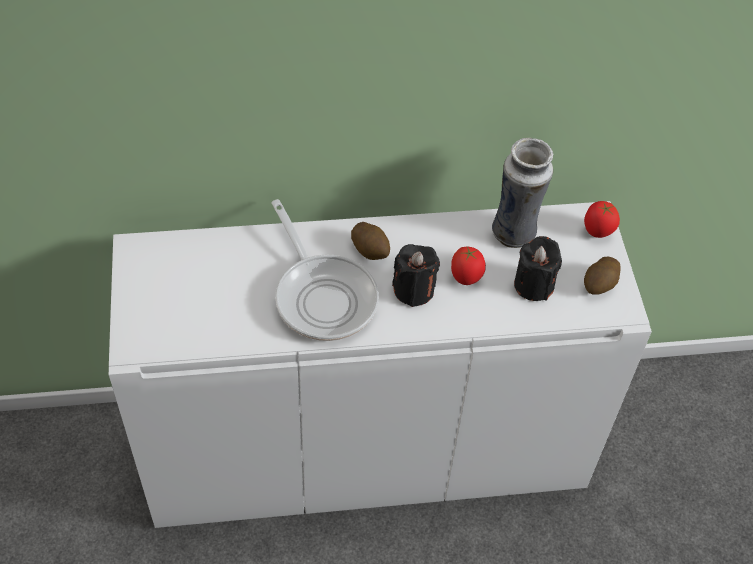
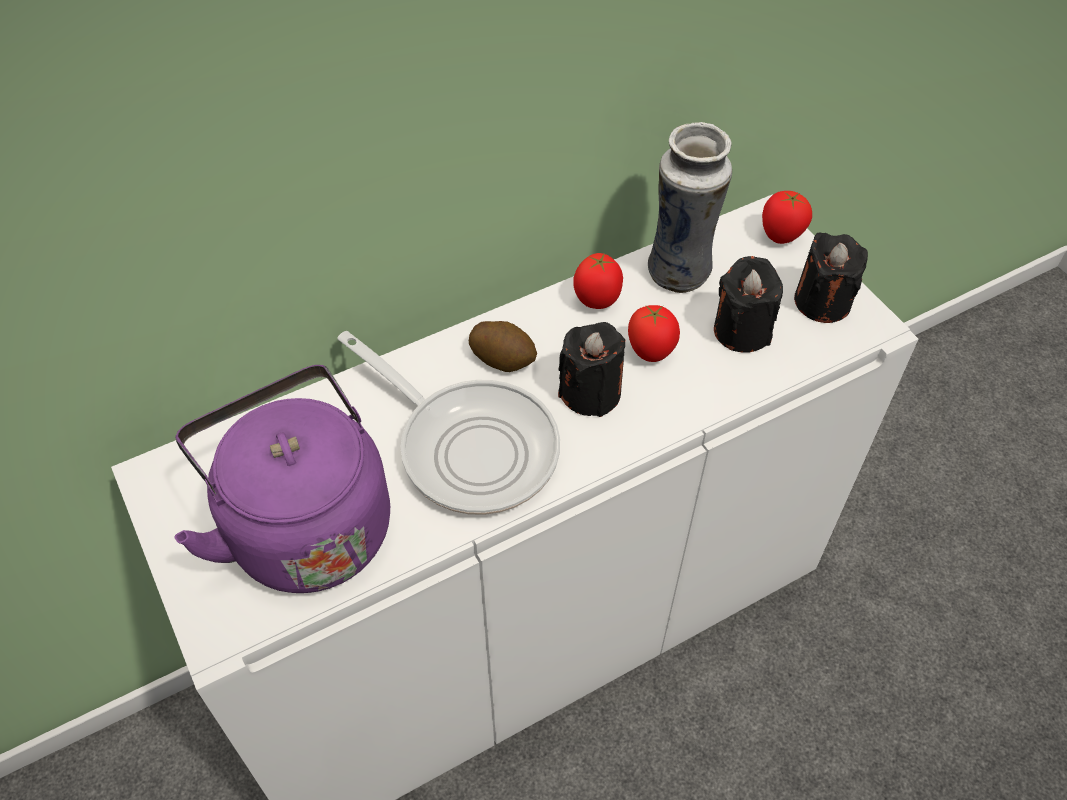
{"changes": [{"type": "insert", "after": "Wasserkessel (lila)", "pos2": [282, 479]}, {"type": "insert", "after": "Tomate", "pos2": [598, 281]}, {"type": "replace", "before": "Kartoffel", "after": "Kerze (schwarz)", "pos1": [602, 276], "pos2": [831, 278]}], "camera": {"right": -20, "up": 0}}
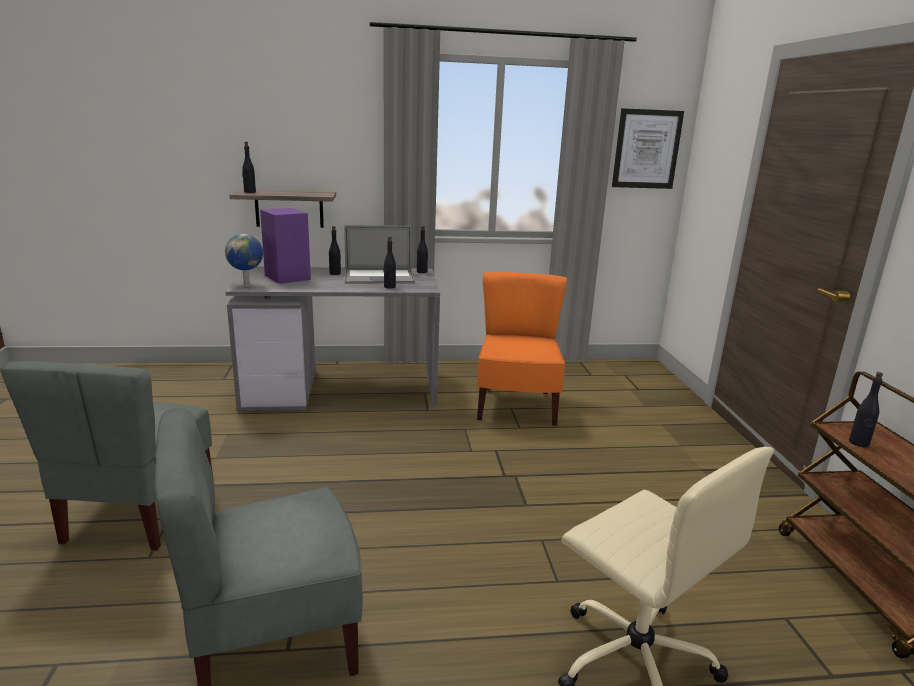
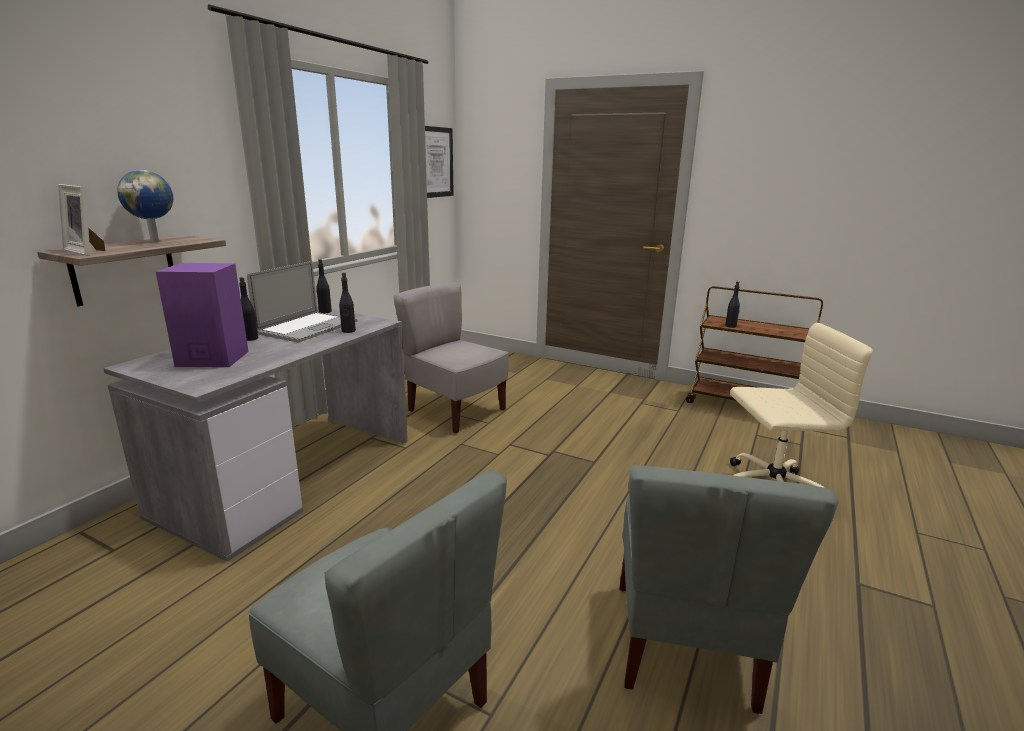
{"changes": [{"type": "move", "before": "Globus", "pos1": [244, 260], "pos2": [145, 206]}, {"type": "replace", "before": "Flasche (schwarz)", "after": "Bilderrahmen", "pos1": [249, 167], "pos2": [81, 219]}, {"type": "recolor", "before": "Stuhl (orange)", "after": "Stuhl (grau)", "pos1": [522, 349], "pos2": [451, 358]}], "camera": {"right": -55, "up": 0}}
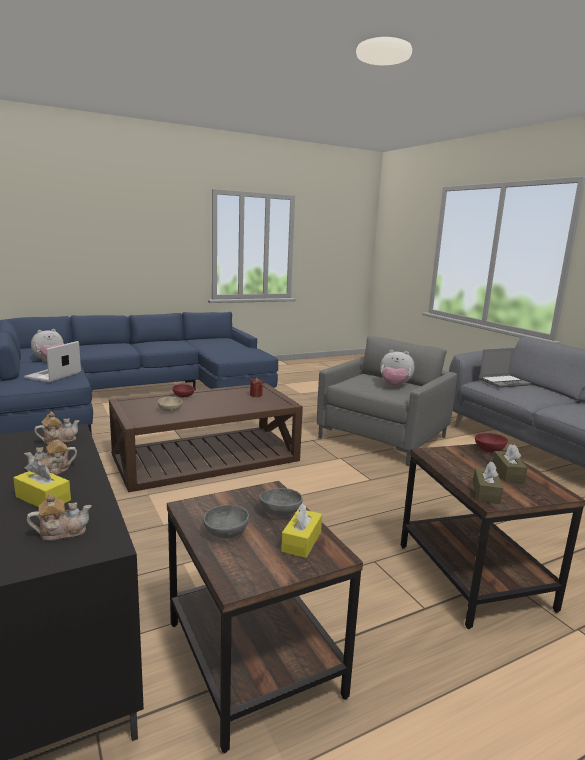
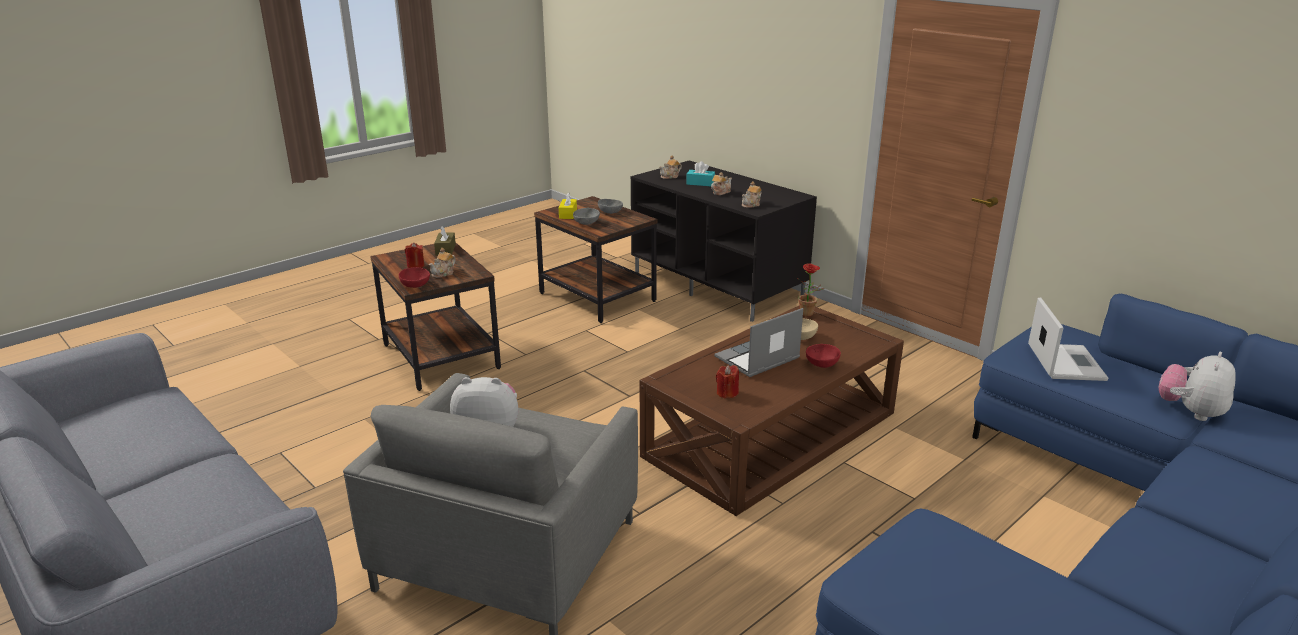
{"changes": [{"type": "insert", "after": "Teekanne", "pos2": [442, 263]}, {"type": "insert", "after": "Topfpflanze", "pos2": [810, 290]}, {"type": "move", "before": "Laptop", "pos1": [505, 368], "pos2": [758, 342]}, {"type": "replace", "before": "Taschentuchbox (braun)", "after": "Kerze (rot)", "pos1": [510, 463], "pos2": [415, 255]}, {"type": "recolor", "before": "Taschentuchbox (gelb)", "after": "Taschentuchbox (türkis)", "pos1": [42, 483], "pos2": [700, 173]}], "camera": {"right": 165, "up": 10}}
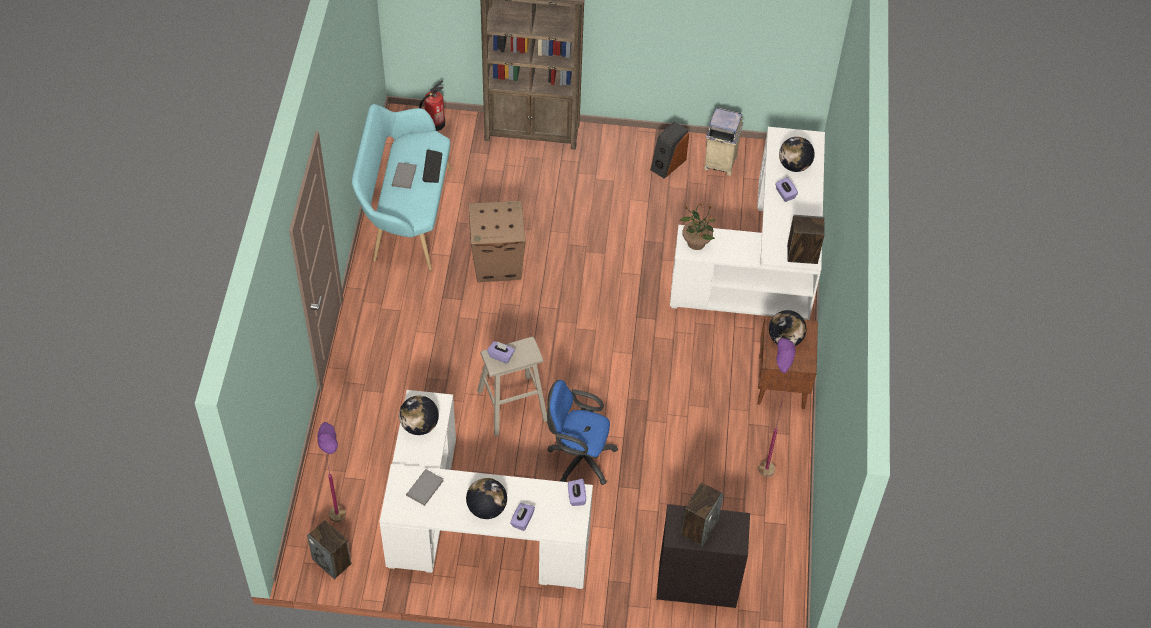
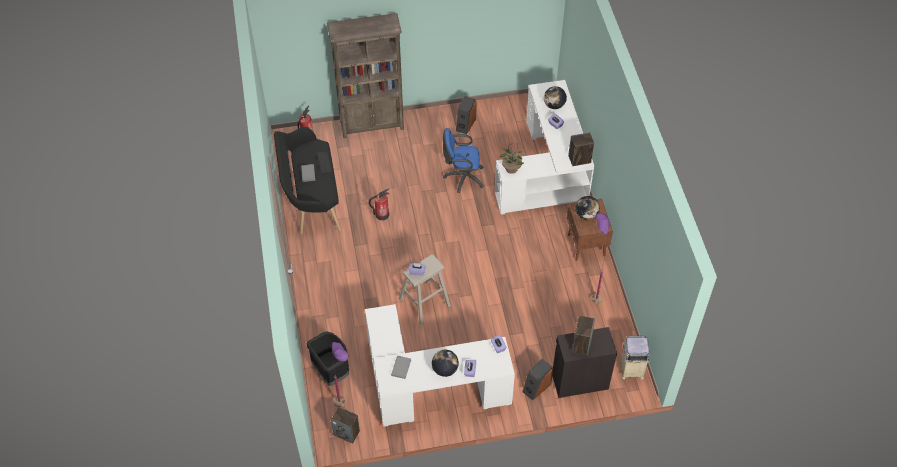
{"changes": [{"type": "delete", "before": "Globus", "pos1": [419, 415]}, {"type": "insert", "after": "Mülleimer (schwarz)", "pos2": [328, 359]}, {"type": "insert", "after": "Lautsprecher", "pos2": [537, 379]}, {"type": "move", "before": "Bürostuhl (blau)", "pos1": [582, 432], "pos2": [463, 160]}, {"type": "move", "before": "Mülleimer (beige)", "pos1": [723, 142], "pos2": [635, 357]}, {"type": "replace", "before": "Karton", "after": "Feuerlöscher", "pos1": [497, 241], "pos2": [379, 204]}, {"type": "recolor", "before": "Bank (türkis)", "after": "Bank (schwarz)", "pos1": [402, 187], "pos2": [307, 180]}], "camera": {"right": -15, "up": 0}}
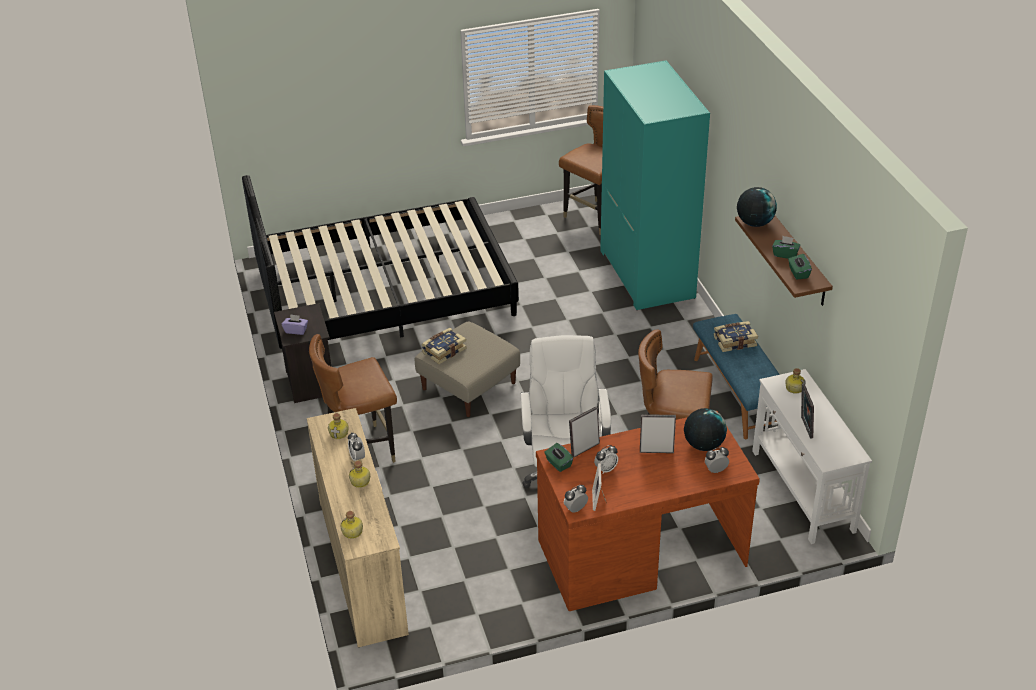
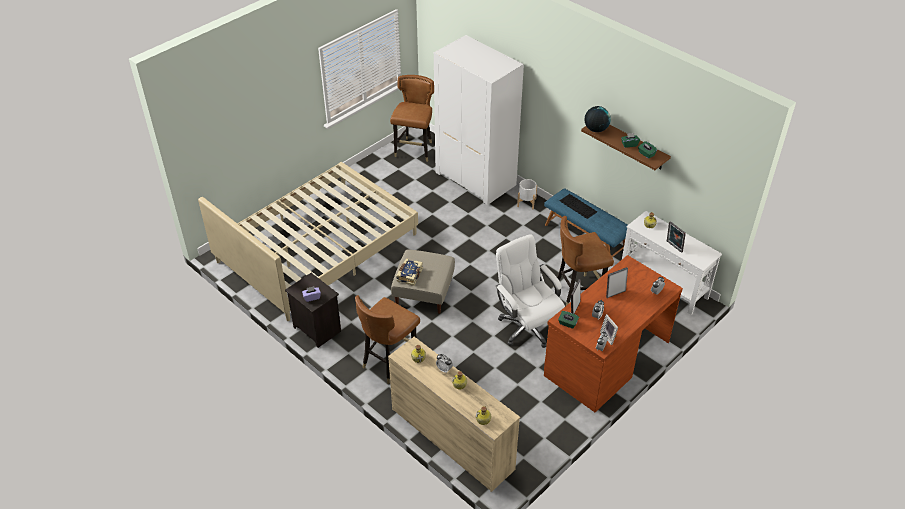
{"changes": [{"type": "delete", "before": "Globus", "pos1": [705, 429]}, {"type": "insert", "after": "Pflanzkübel (weiß)", "pos2": [527, 194]}, {"type": "replace", "before": "Buch", "after": "Tastatur", "pos1": [736, 336], "pos2": [578, 206]}, {"type": "recolor", "before": "Bett (schwarz)", "after": "Bett (beige)", "pos1": [380, 263], "pos2": [308, 241]}, {"type": "recolor", "before": "Kleiderschrank (türkis)", "after": "Kleiderschrank (weiß)", "pos1": [655, 185], "pos2": [479, 120]}], "camera": {"right": -30, "up": 5}}
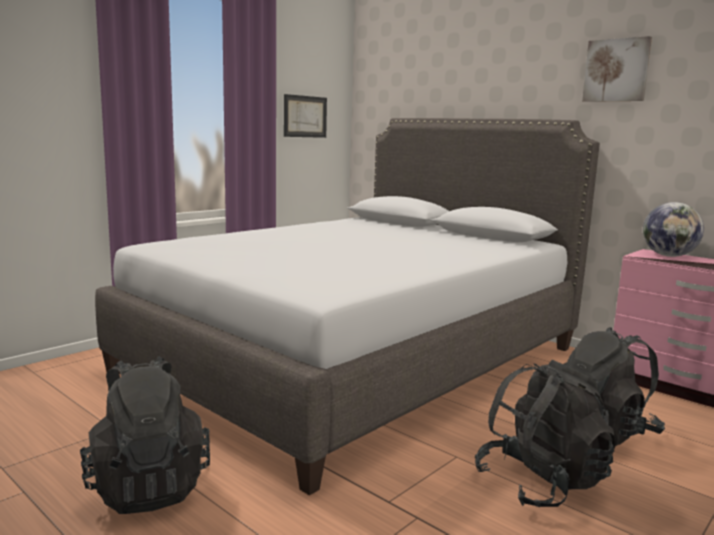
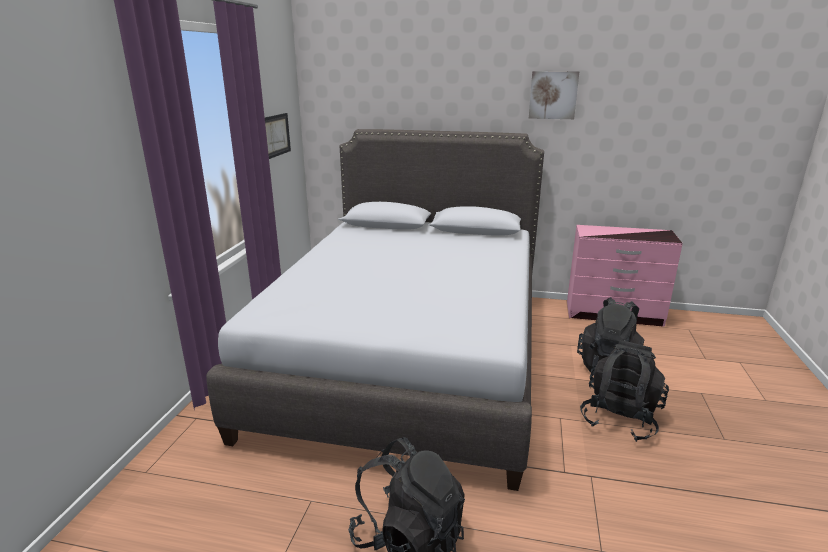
{"changes": [{"type": "delete", "before": "Globus", "pos1": [673, 229]}], "camera": {"right": -30, "up": 10}}
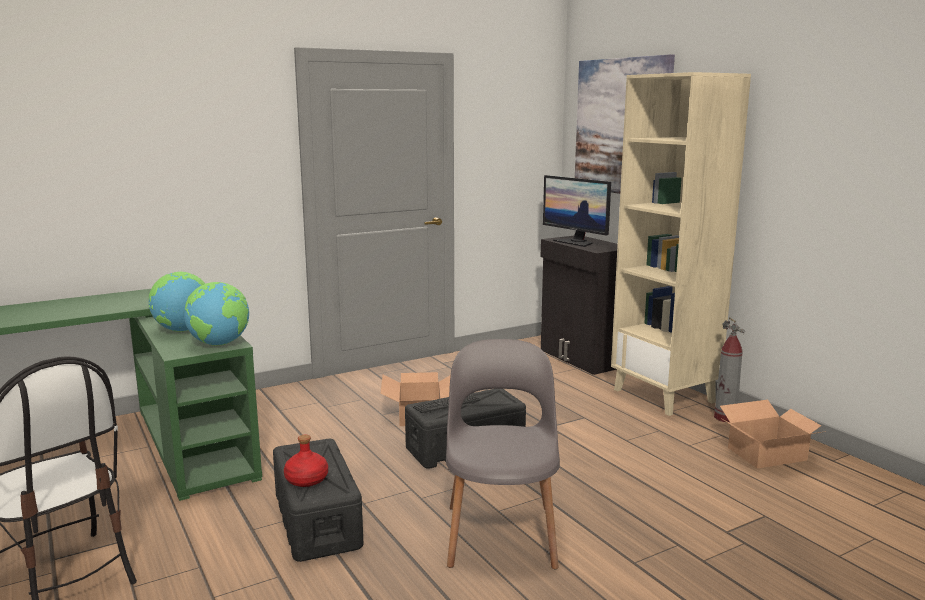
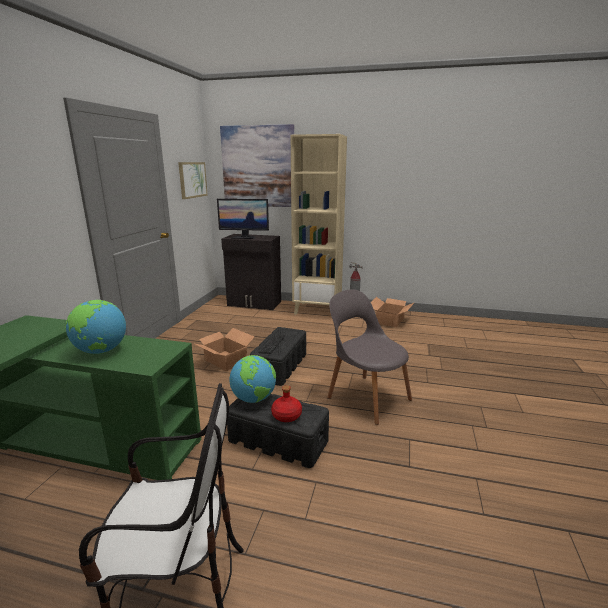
{"changes": [{"type": "insert", "after": "Bild", "pos2": [193, 180]}, {"type": "move", "before": "Globus", "pos1": [216, 313], "pos2": [252, 379]}], "camera": {"right": -45, "up": 5}}
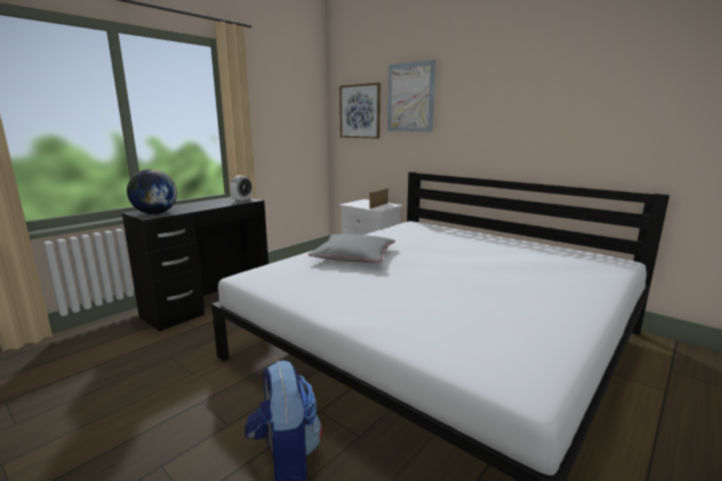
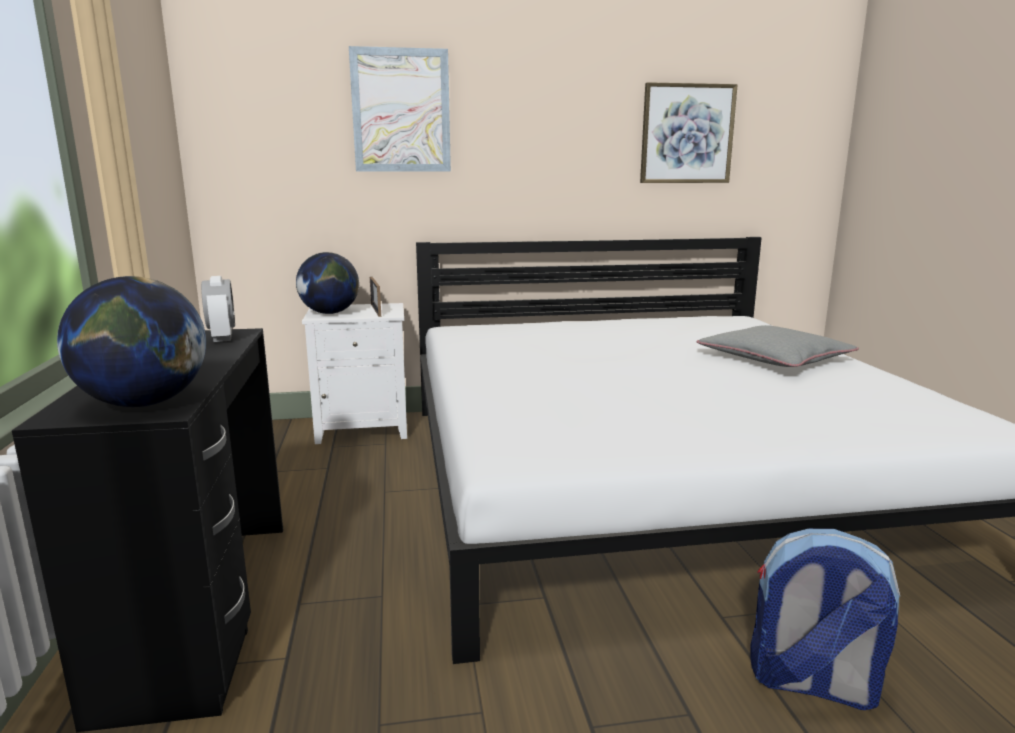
{"changes": [{"type": "insert", "after": "Globus", "pos2": [327, 283]}, {"type": "move", "before": "Kissen (grau)", "pos1": [351, 248], "pos2": [778, 346]}, {"type": "move", "before": "Bild", "pos1": [359, 110], "pos2": [689, 132]}], "camera": {"right": -50, "up": 0}}
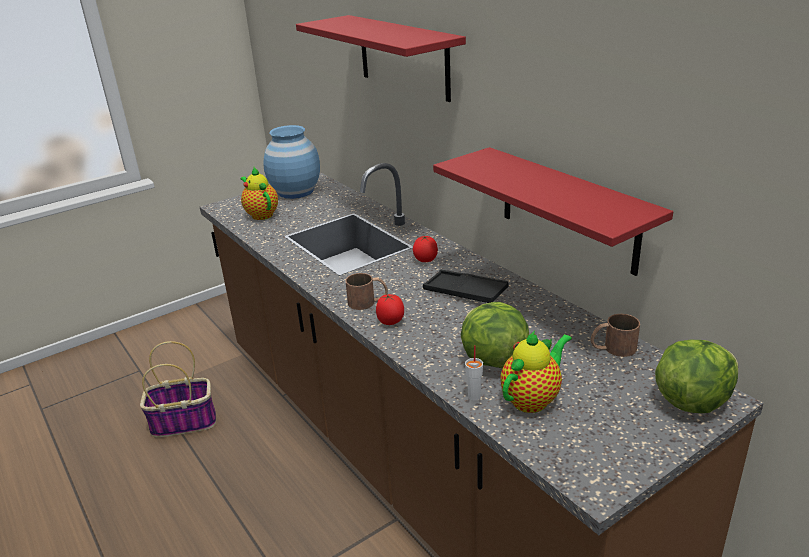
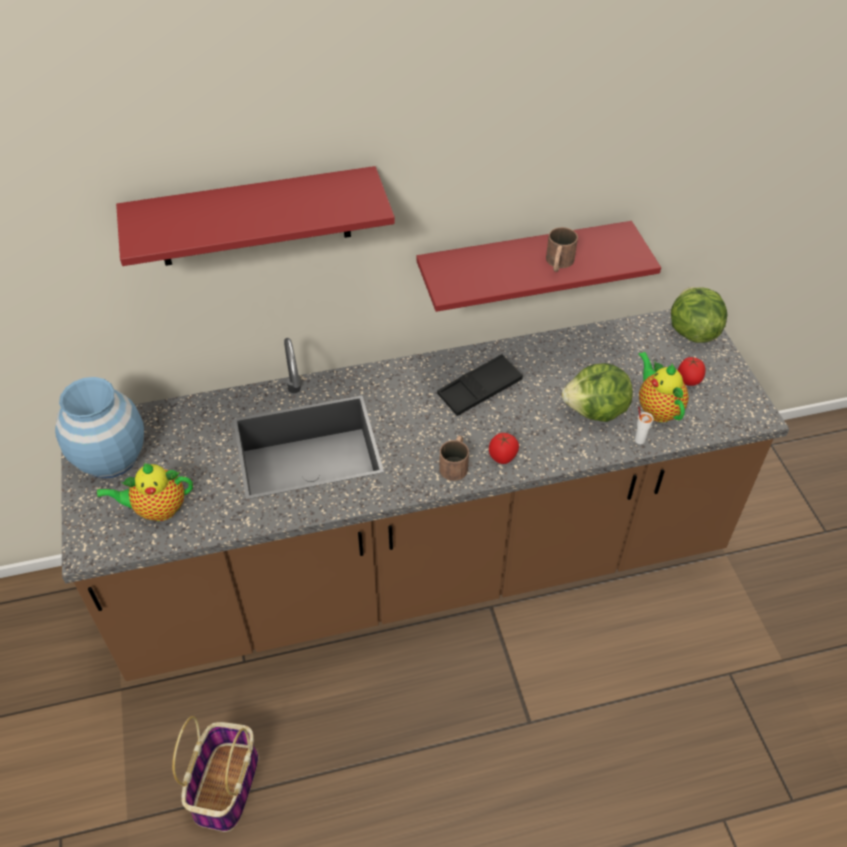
{"changes": [{"type": "move", "before": "Tomate", "pos1": [425, 248], "pos2": [691, 371]}, {"type": "move", "before": "Henkelbecher (braun)", "pos1": [615, 335], "pos2": [562, 249]}], "camera": {"right": -70, "up": 20}}
